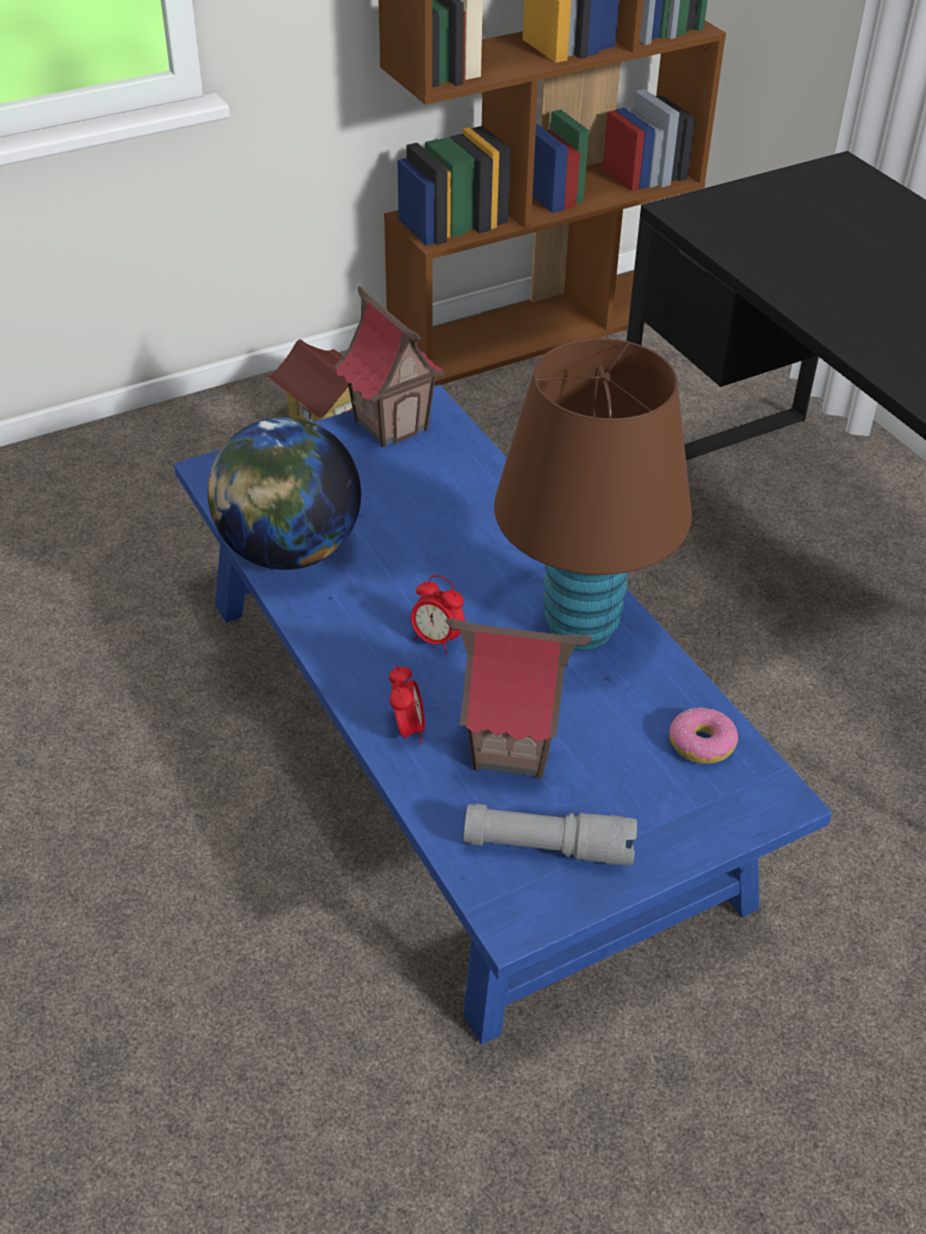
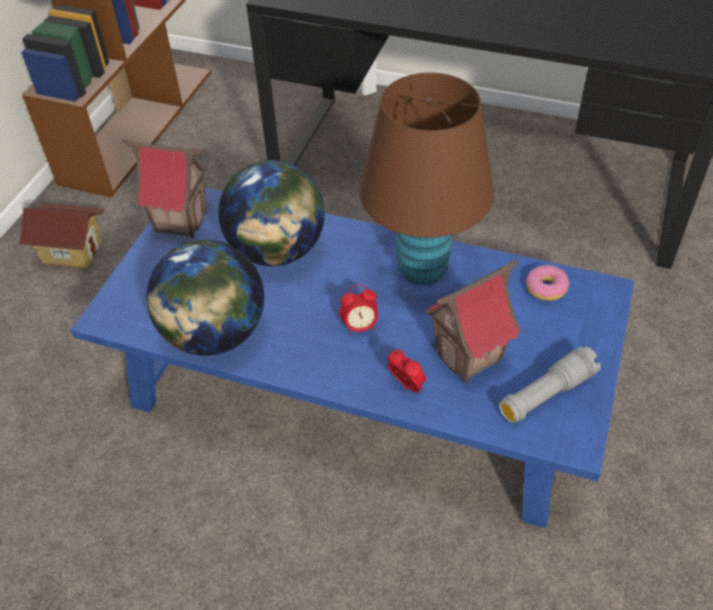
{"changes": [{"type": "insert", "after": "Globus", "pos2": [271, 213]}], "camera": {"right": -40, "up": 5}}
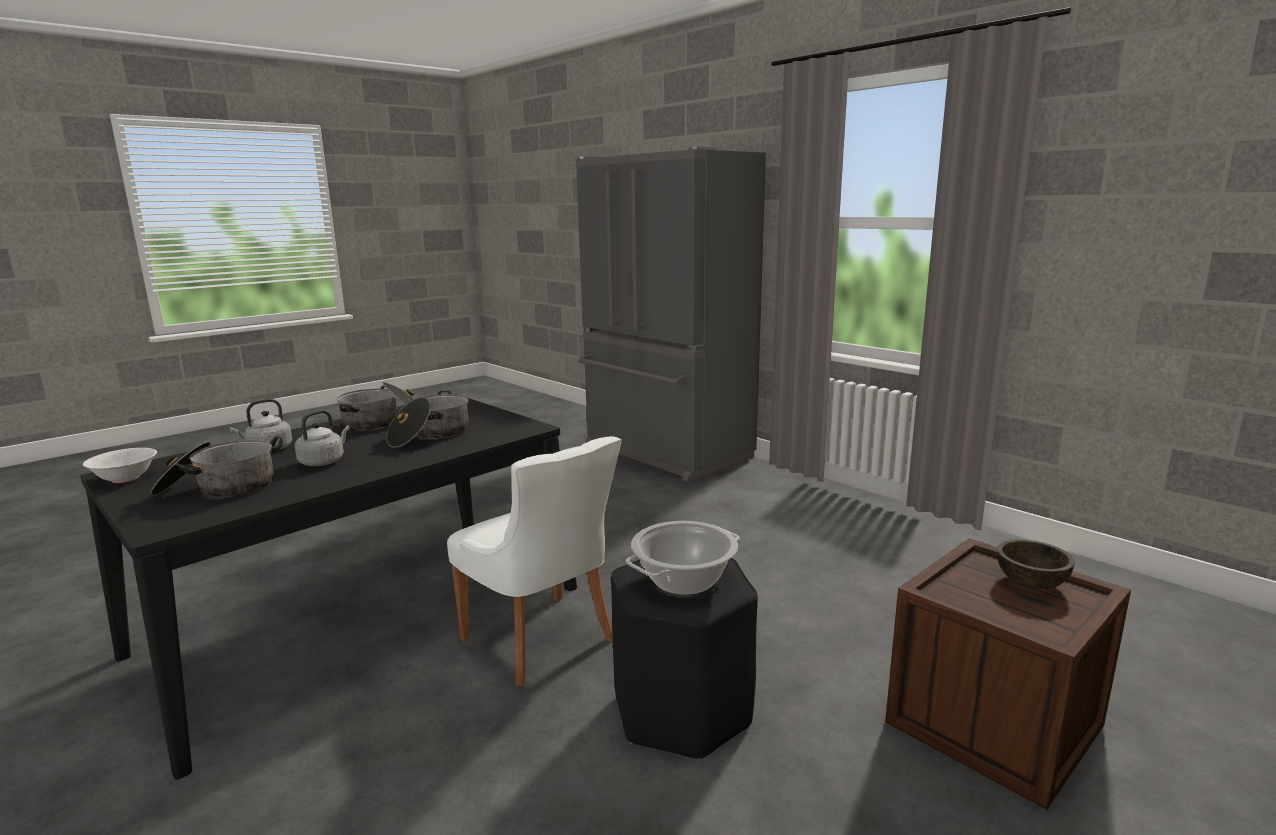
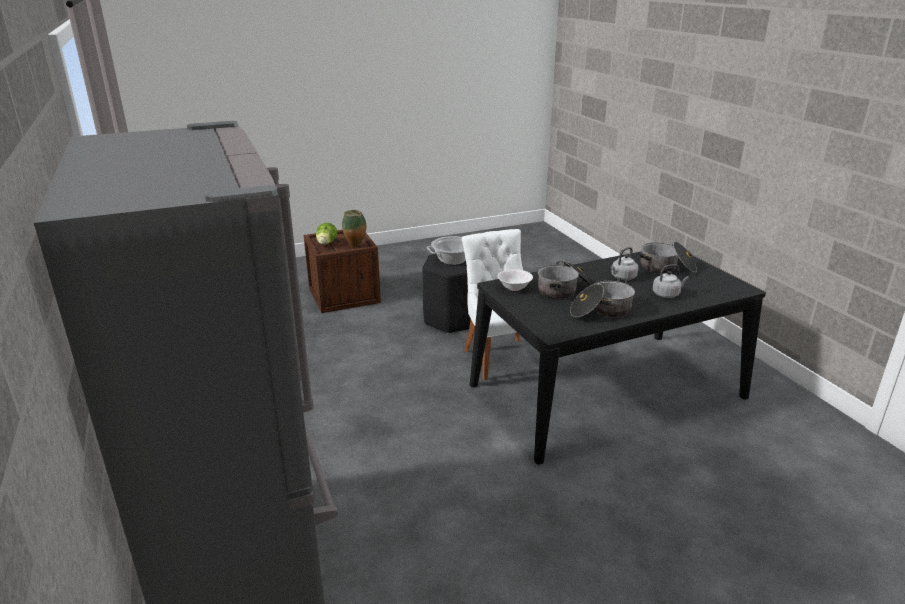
{"changes": [{"type": "insert", "after": "Vase", "pos2": [354, 229]}, {"type": "move", "before": "Schüssel (weiß)", "pos1": [120, 465], "pos2": [515, 280]}, {"type": "replace", "before": "Schüssel (braun)", "after": "Salatkopf", "pos1": [1036, 564], "pos2": [326, 234]}], "camera": {"right": -160, "up": 10}}
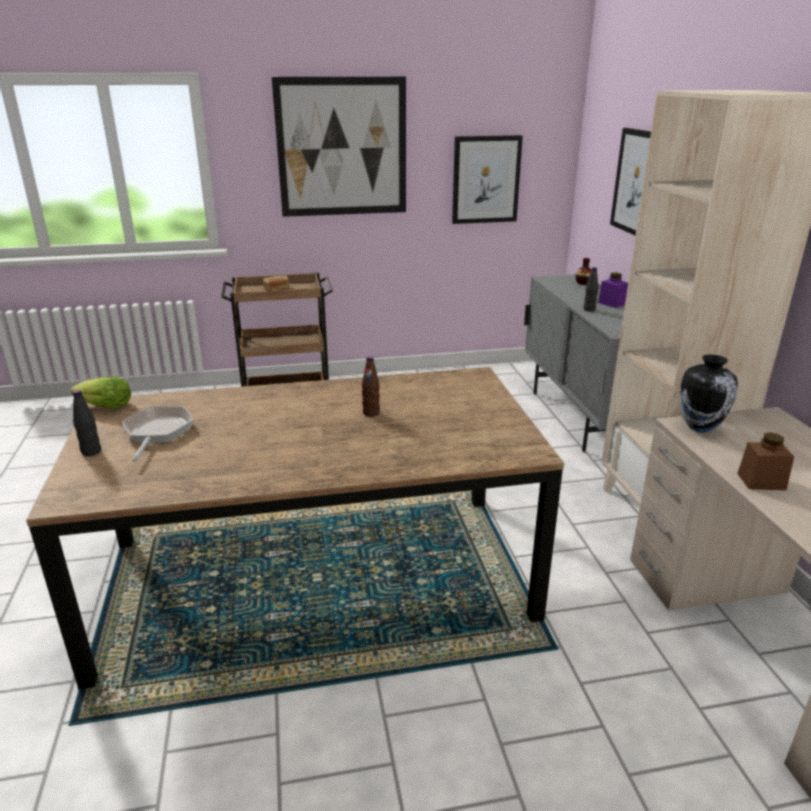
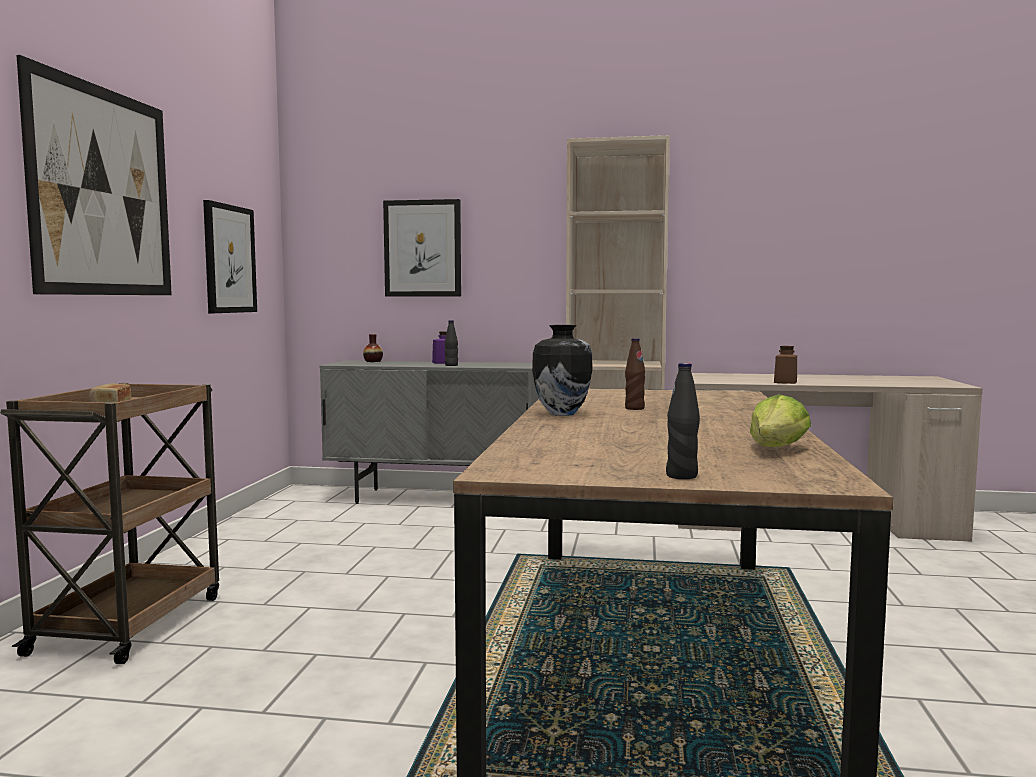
{"changes": [{"type": "delete", "before": "Pfanne", "pos1": [157, 434]}, {"type": "move", "before": "Salatkopf", "pos1": [101, 392], "pos2": [780, 420]}, {"type": "move", "before": "Vase", "pos1": [709, 393], "pos2": [562, 370]}], "camera": {"right": -70, "up": -20}}
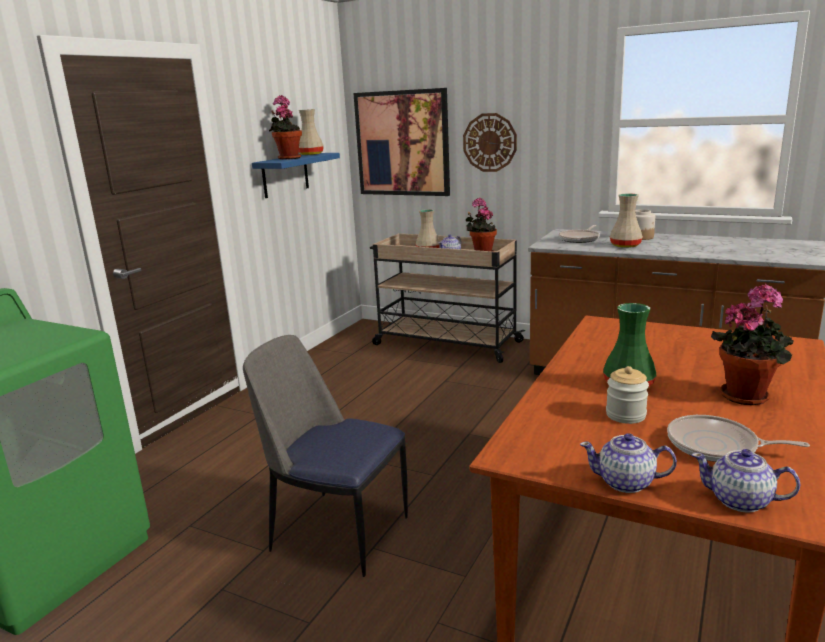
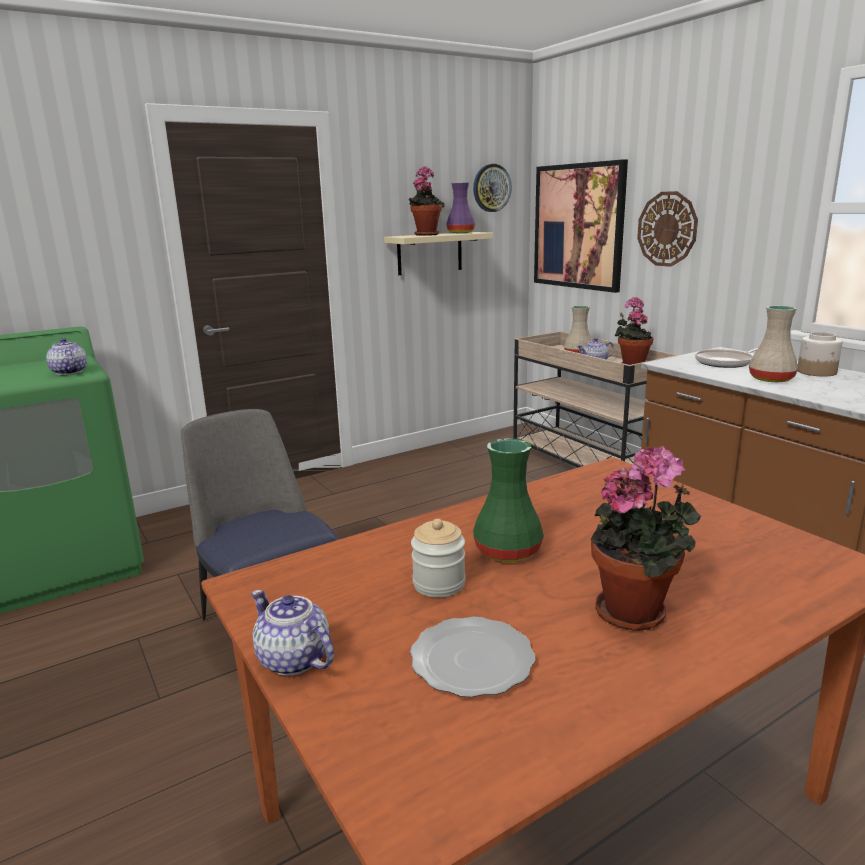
{"changes": [{"type": "insert", "after": "Wanduhr", "pos2": [492, 188]}, {"type": "move", "before": "Teekanne", "pos1": [745, 481], "pos2": [66, 356]}, {"type": "replace", "before": "Pfanne", "after": "Teller", "pos1": [738, 438], "pos2": [472, 657]}, {"type": "recolor", "before": "Wandregal (blau)", "after": "Wandregal (beige)", "pos1": [296, 175], "pos2": [438, 253]}, {"type": "recolor", "before": "Vase (beige)", "after": "Vase (lila)", "pos1": [311, 132], "pos2": [460, 208]}], "camera": {"right": 30, "up": 0}}
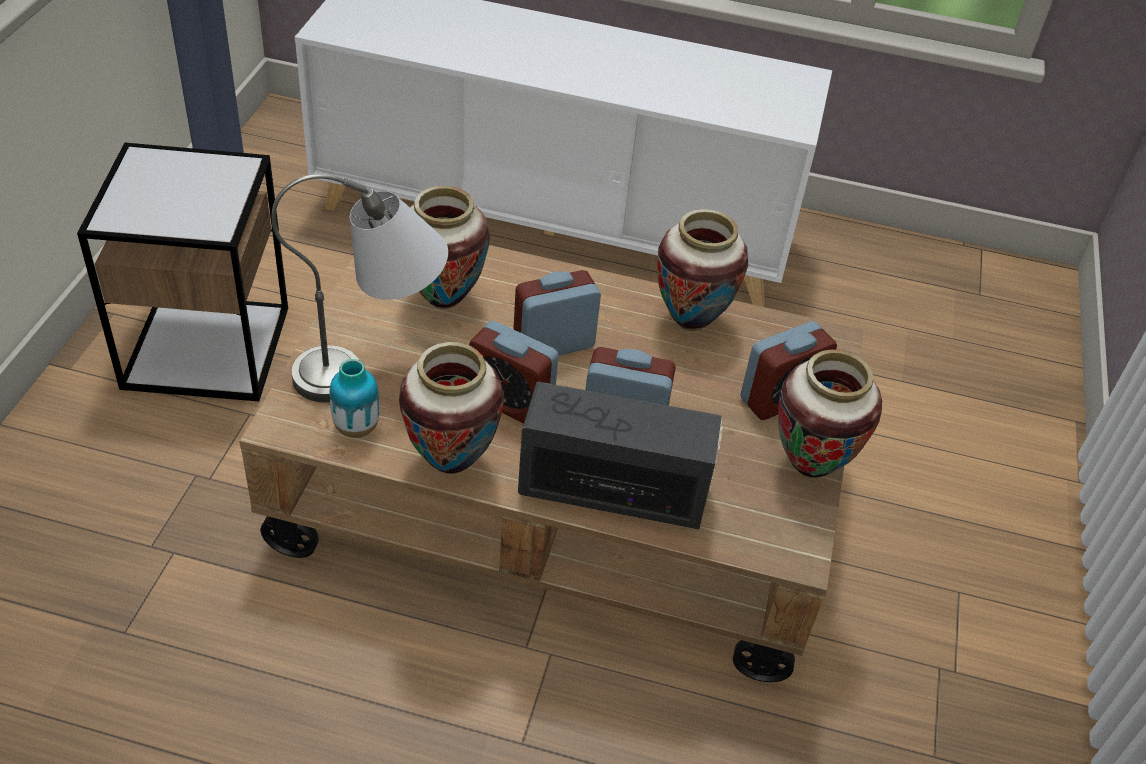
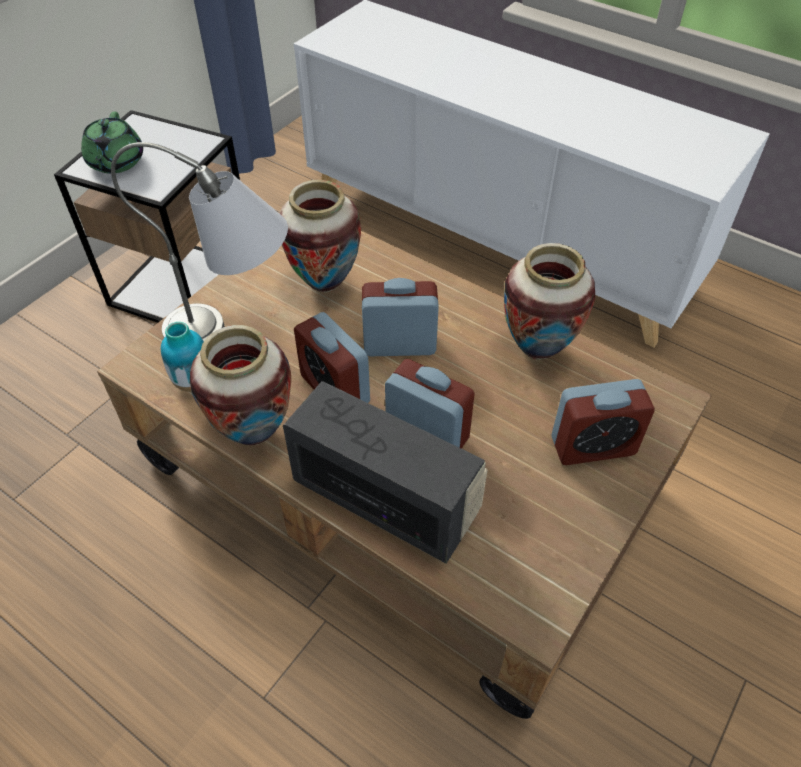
{"changes": [{"type": "delete", "before": "Vase", "pos1": [830, 413]}, {"type": "insert", "after": "Teekanne (grün)", "pos2": [112, 142]}], "camera": {"right": 25, "up": 5}}
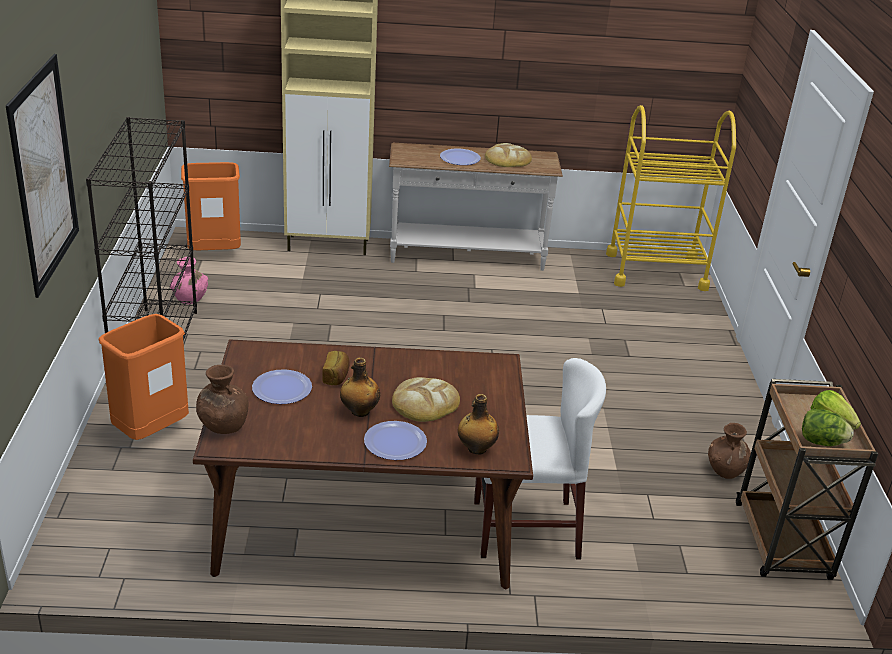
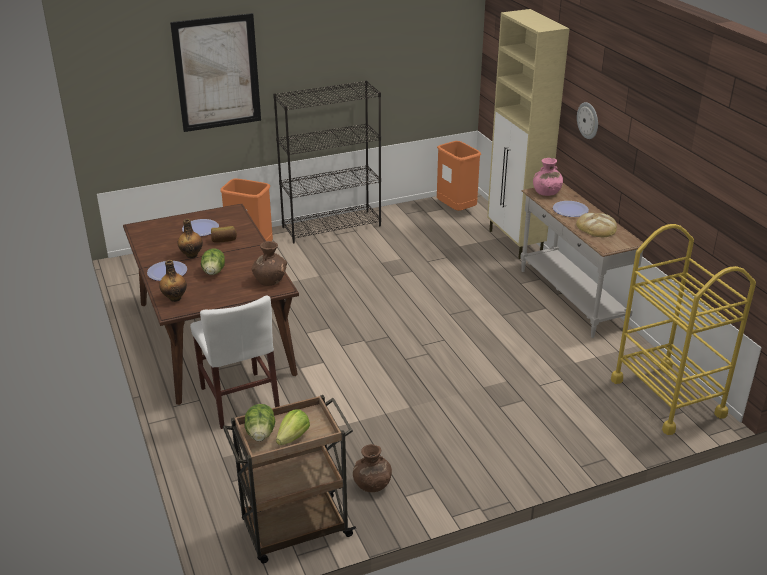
{"changes": [{"type": "insert", "after": "Wanduhr", "pos2": [587, 120]}, {"type": "move", "before": "Vase (rosa)", "pos1": [189, 280], "pos2": [548, 177]}, {"type": "move", "before": "Vase (braun)", "pos1": [222, 399], "pos2": [269, 263]}, {"type": "replace", "before": "Brot", "after": "Salatkopf", "pos1": [426, 399], "pos2": [213, 261]}], "camera": {"right": 70, "up": 0}}
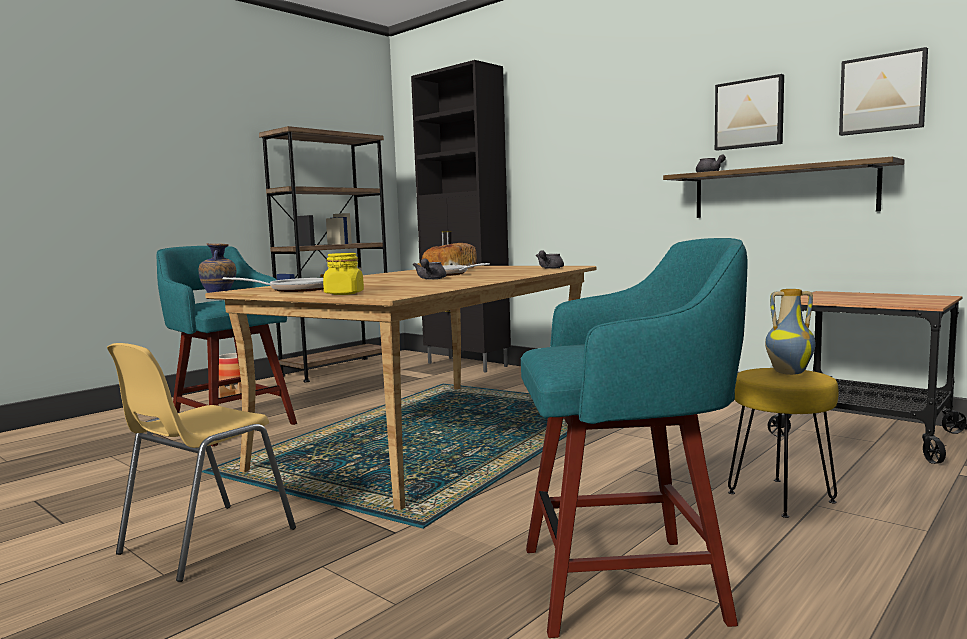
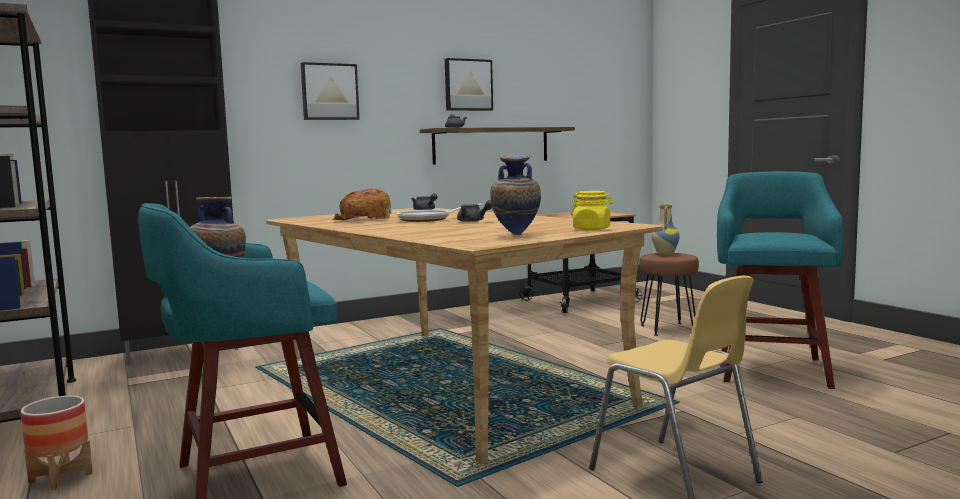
{"changes": [{"type": "move", "before": "Bild", "pos1": [883, 91], "pos2": [330, 91]}, {"type": "replace", "before": "Pfanne", "after": "Vase", "pos1": [273, 284], "pos2": [516, 195]}, {"type": "recolor", "before": "Hocker (gelb)", "after": "Hocker (braun)", "pos1": [783, 443], "pos2": [669, 294]}], "camera": {"right": -70, "up": 0}}
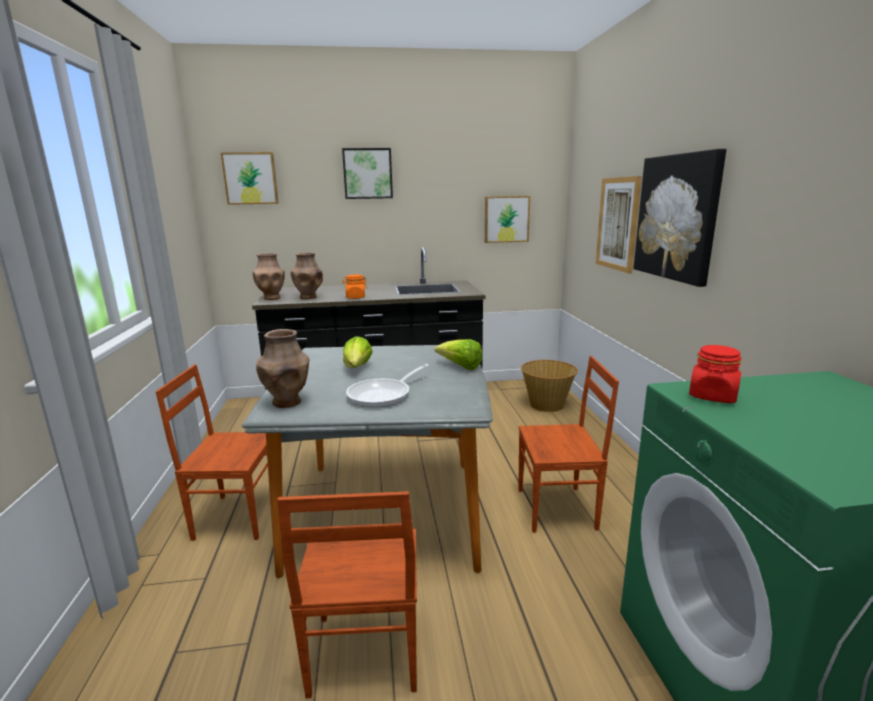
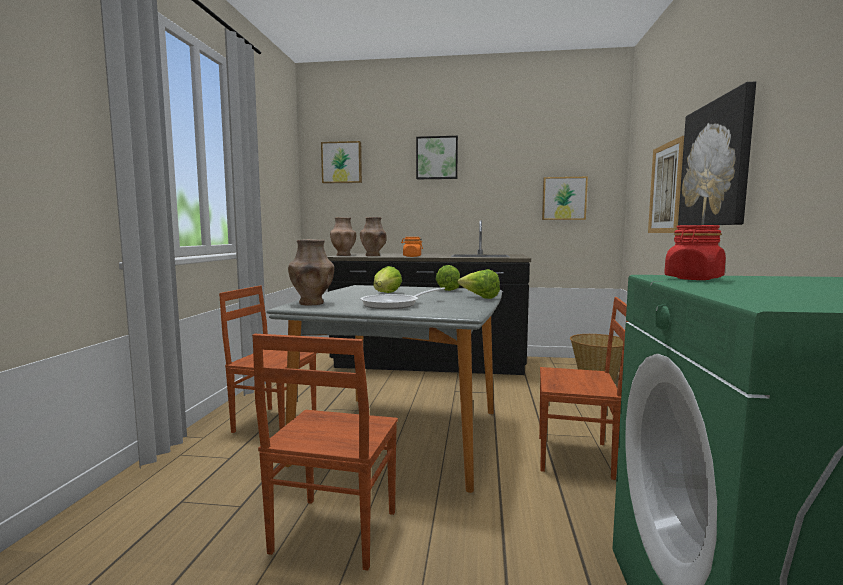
{"changes": [{"type": "insert", "after": "Salatkopf", "pos2": [448, 278]}], "camera": {"right": 15, "up": -10}}
